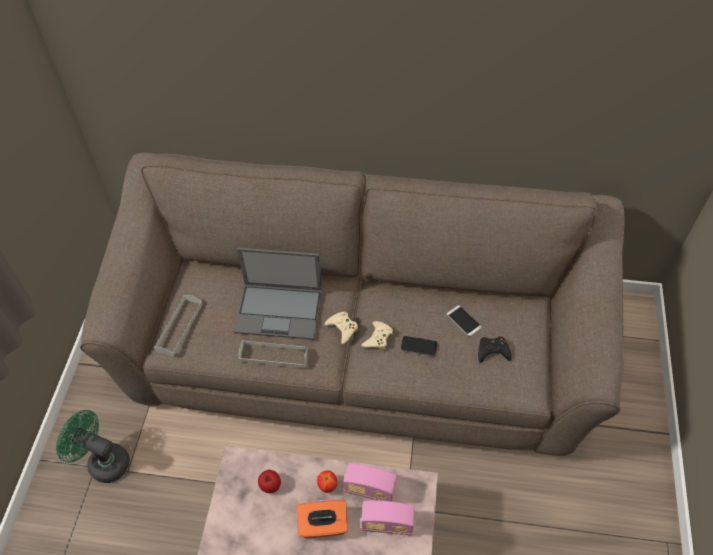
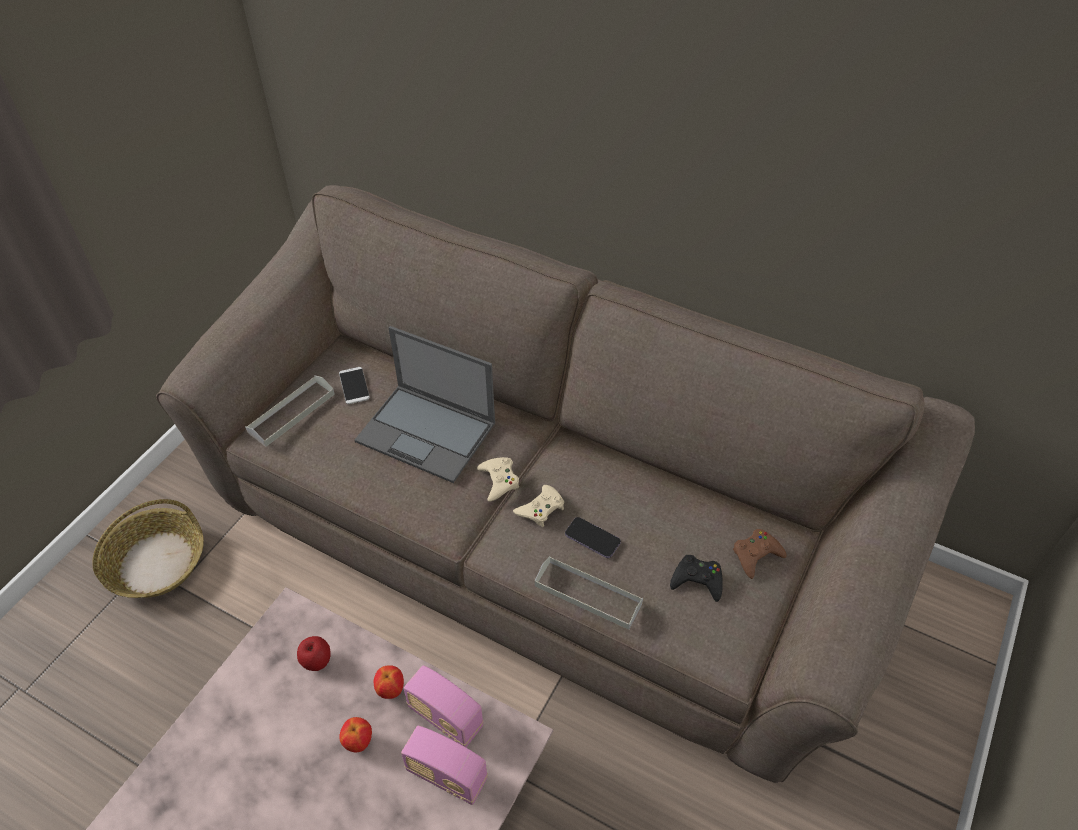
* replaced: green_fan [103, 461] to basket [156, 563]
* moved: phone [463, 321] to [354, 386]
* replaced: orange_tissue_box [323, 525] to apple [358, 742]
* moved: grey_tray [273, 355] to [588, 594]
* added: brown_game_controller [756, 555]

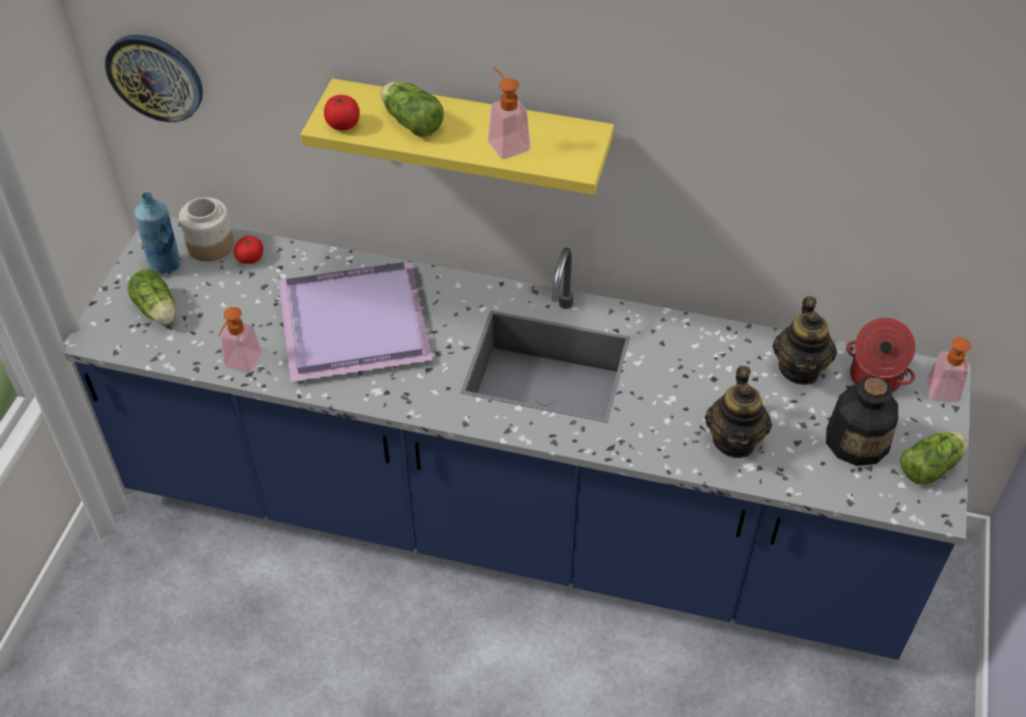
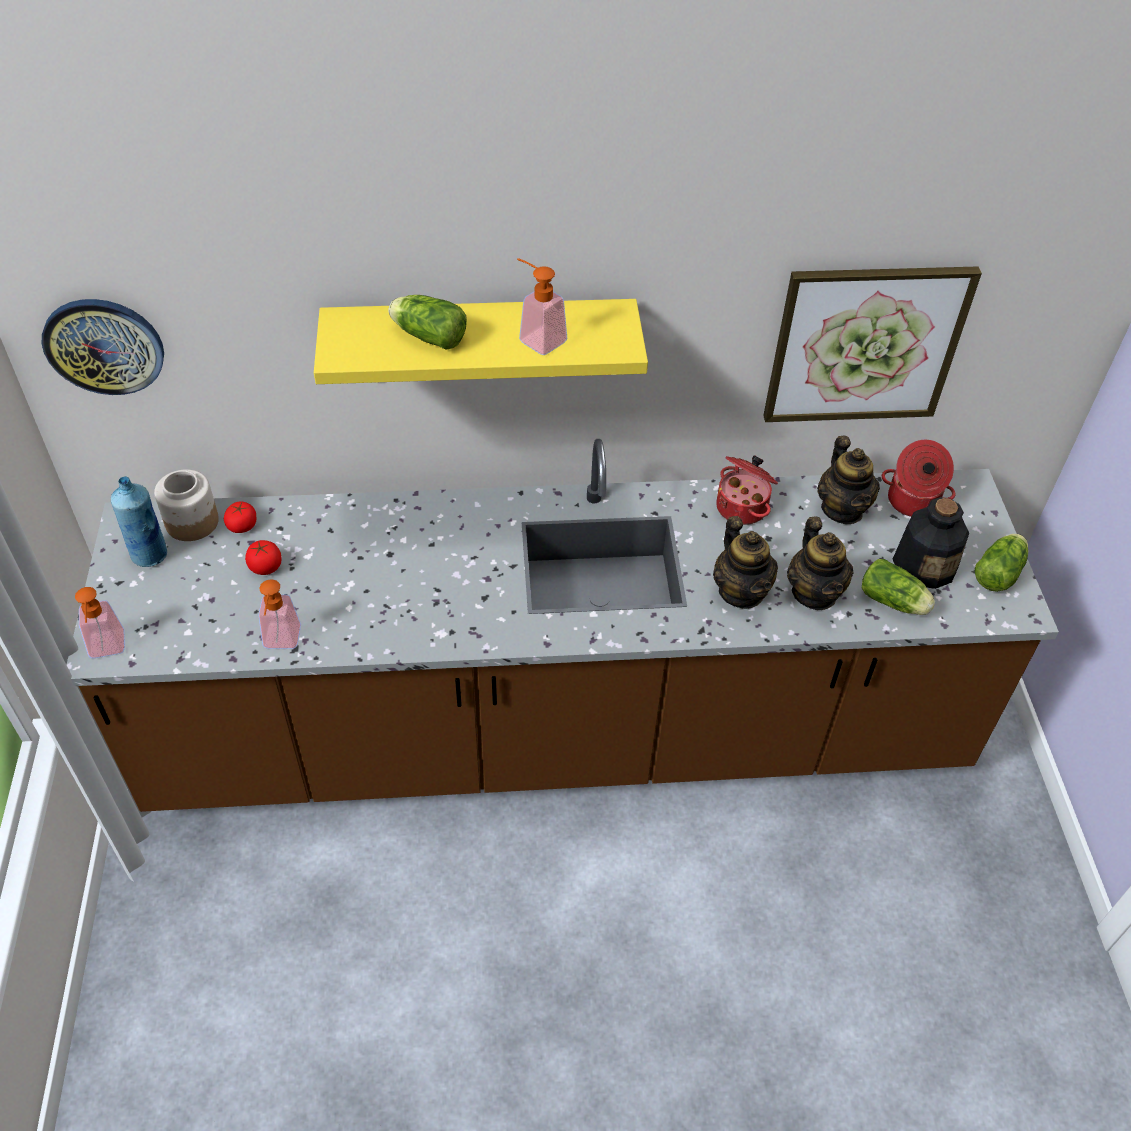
* recoloured: blue_counter [512, 520] to brown_counter [559, 733]
* moved: soap_dispenser [943, 396] to [107, 650]
* moved: tomato [343, 124] to [265, 567]
* added: teapot [741, 592]
* added: cooking_pot [743, 507]
* added: picture [865, 344]
* moved: lettuce [157, 311] to [894, 602]
* removed: purple_tray [351, 326]

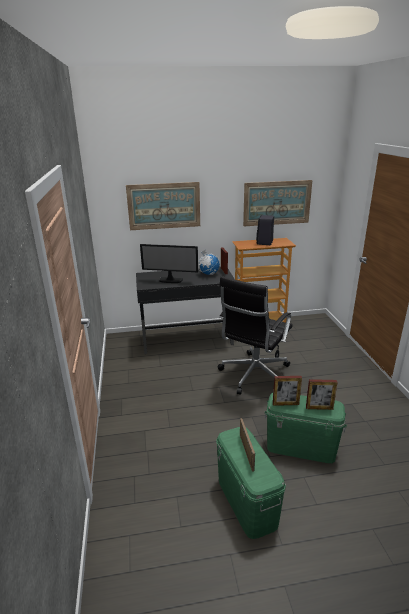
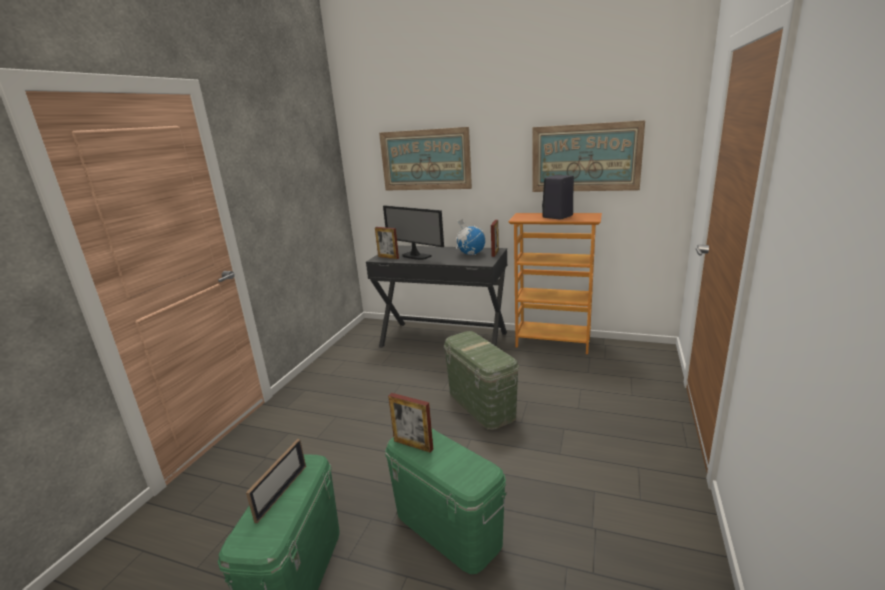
* moved: picture_frame [319, 408] to [388, 257]
* replaced: black_office_chair [254, 375] to green_storage_box [481, 405]

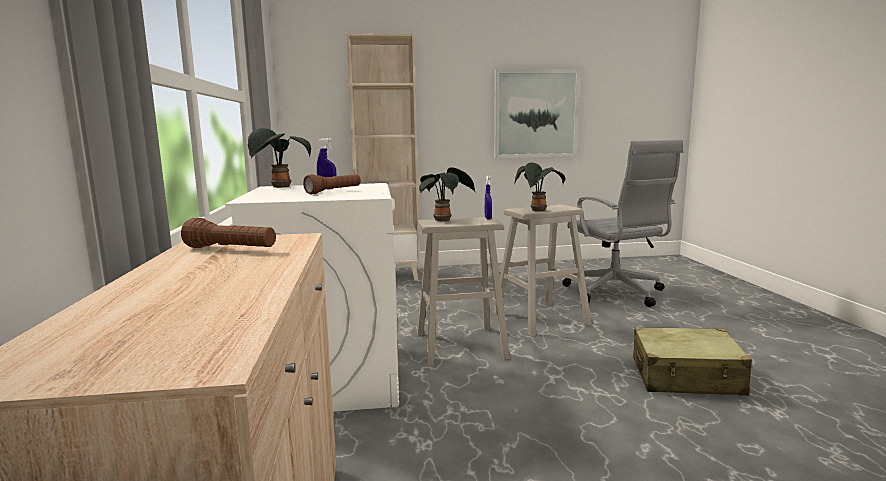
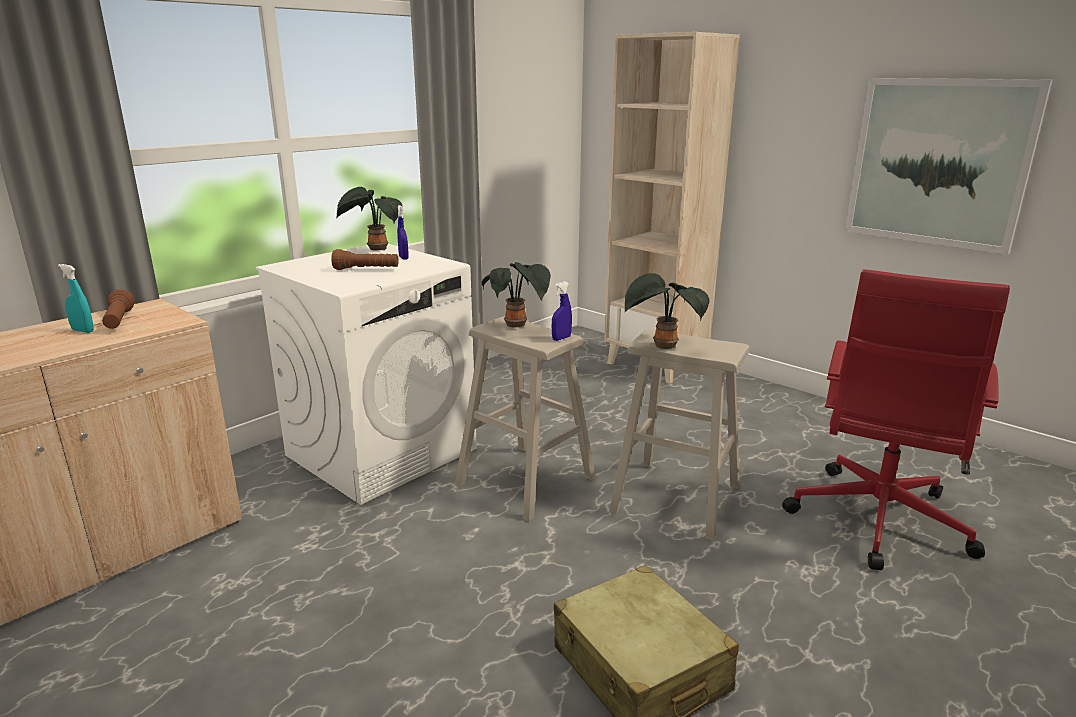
* added: turquoise_spray_bottle [82, 331]
* recoloured: grey_office_chair [616, 293] to red_office_chair [877, 522]

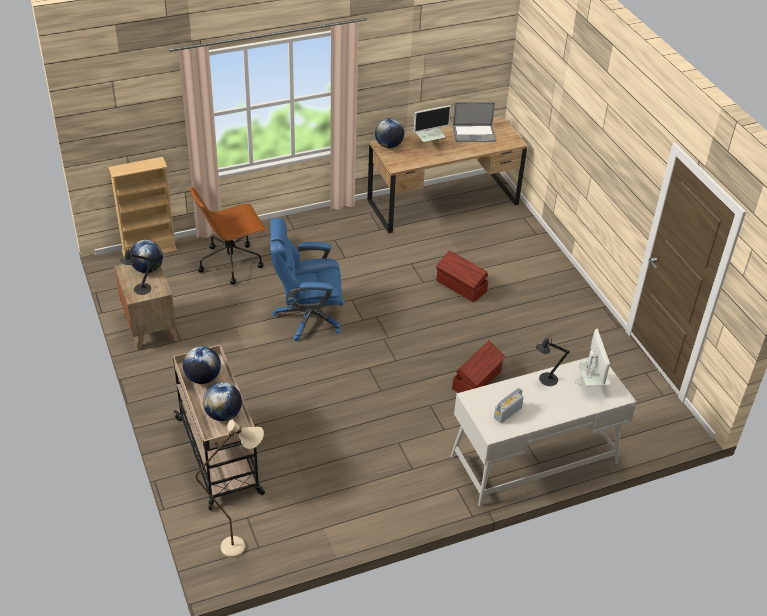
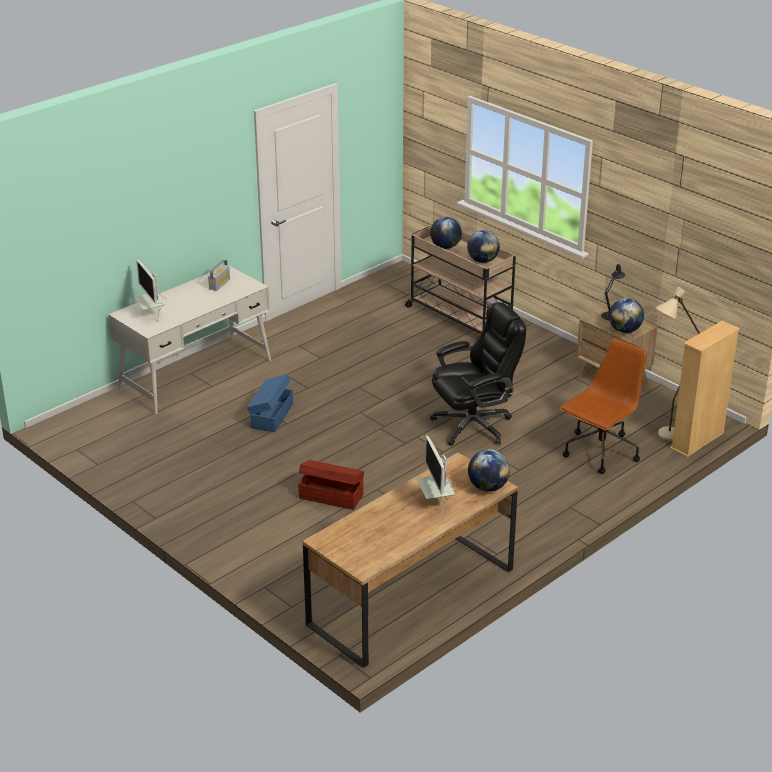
* recoloured: brown_storage_box [477, 380] to blue_storage_box [271, 416]
* turned: monitor [429, 145] = [436, 502] 60 degrees counterclockwise
* recoloured: blue_office_chair [308, 316] to black_office_chair [474, 425]
* moved: beige_floor_lamp [242, 546] to [663, 437]
* removed: laptop [474, 134]
* removed: black_table_lamp [545, 379]

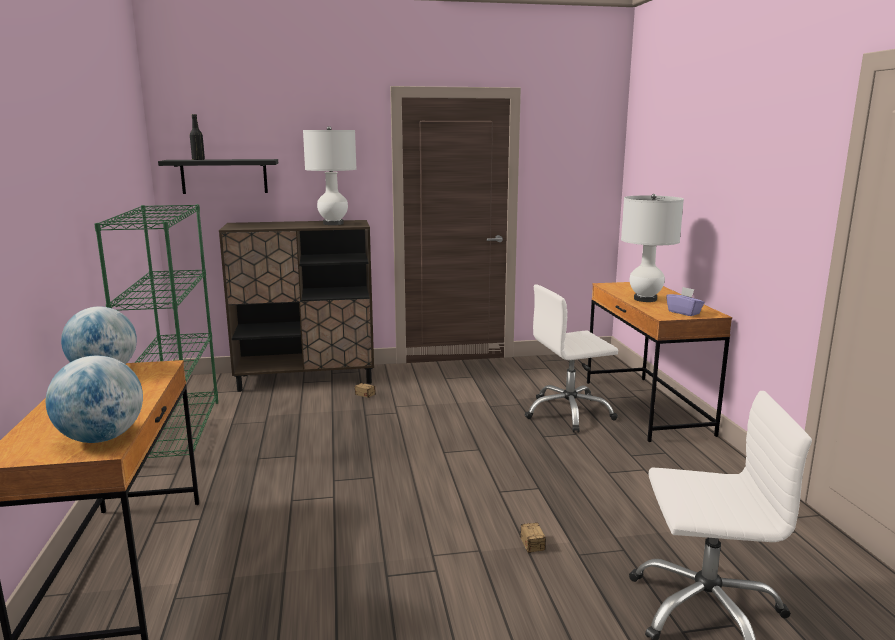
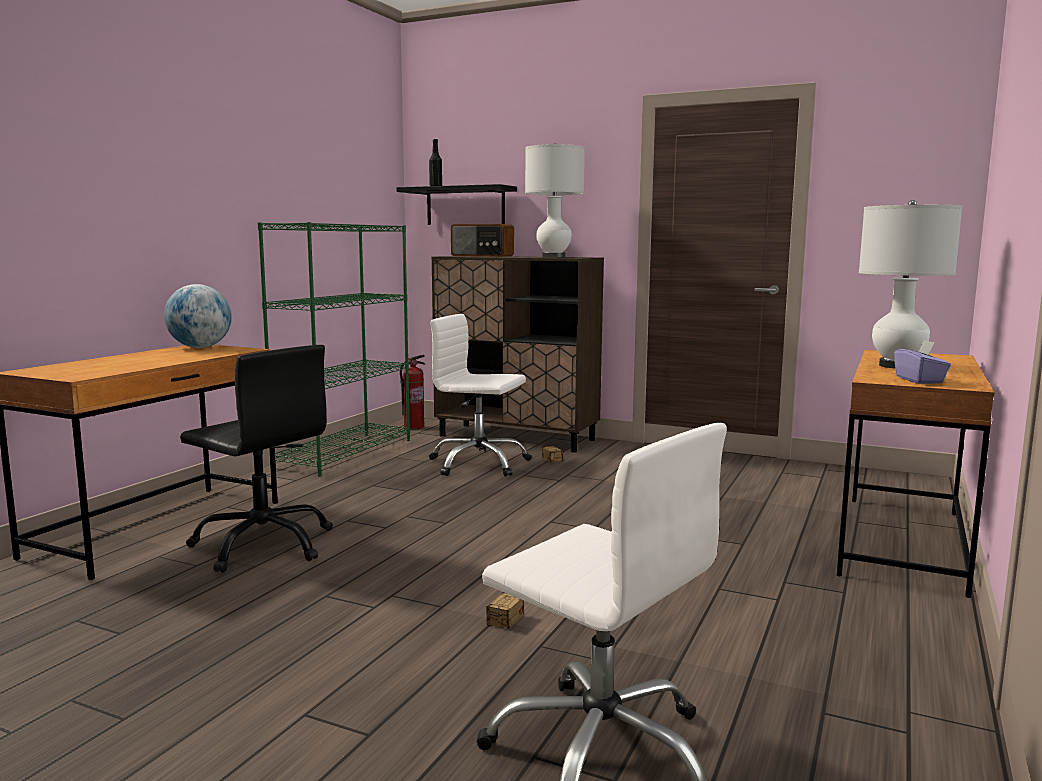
* added: black_office_chair [264, 544]
* added: fire_extinguisher [414, 427]
* moved: white_office_chair [569, 413] to [478, 464]
* added: radio [482, 256]
* removed: globe [101, 438]

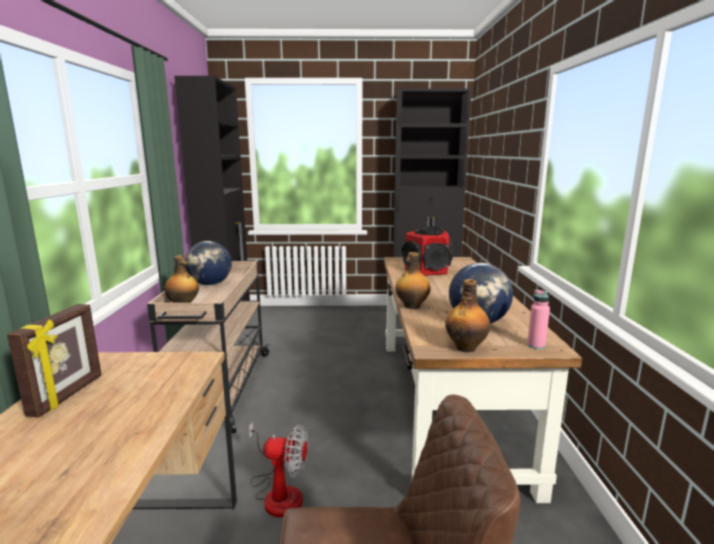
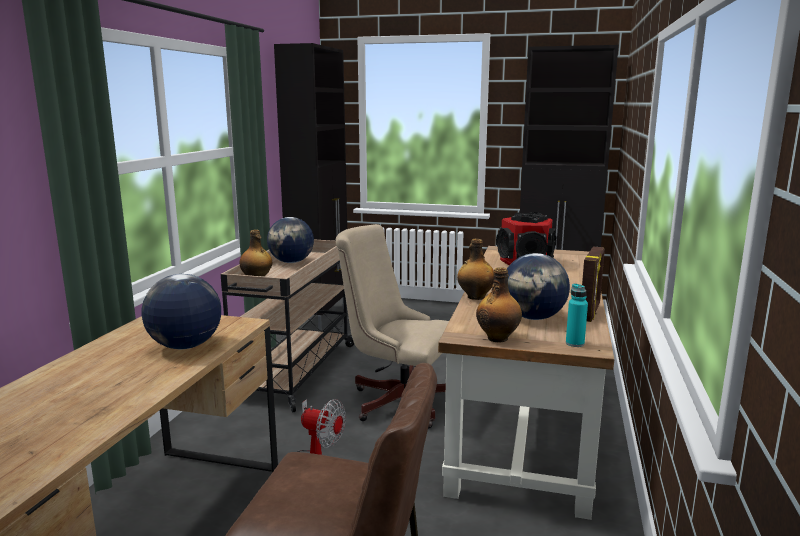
* added: globe [185, 346]
* added: beige_office_chair [397, 400]
* recoloured: pink_bottle [536, 345] to turquoise_bottle [575, 343]
* moved: picture_frame [68, 395] to [590, 313]

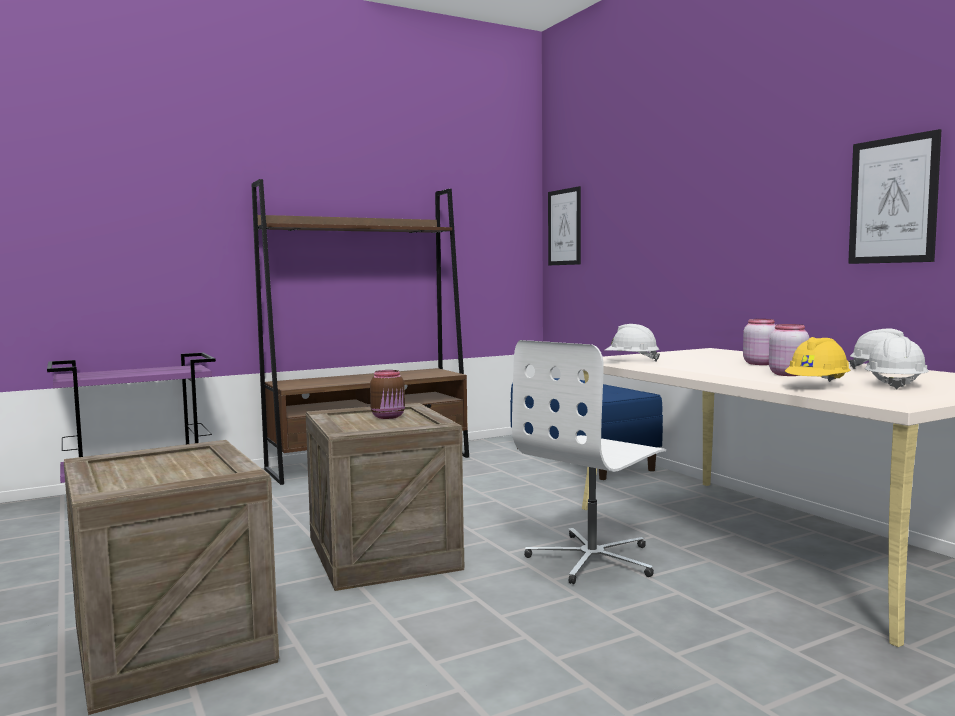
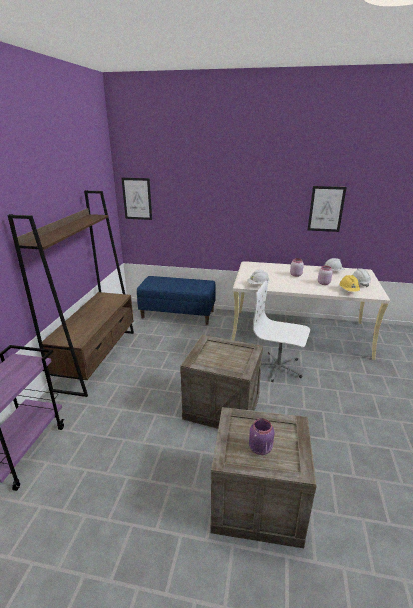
* added: purple_jar [261, 448]
* turned: white_office_chair [593, 559] = [278, 368] 120 degrees clockwise
* removed: brown_jar [389, 417]

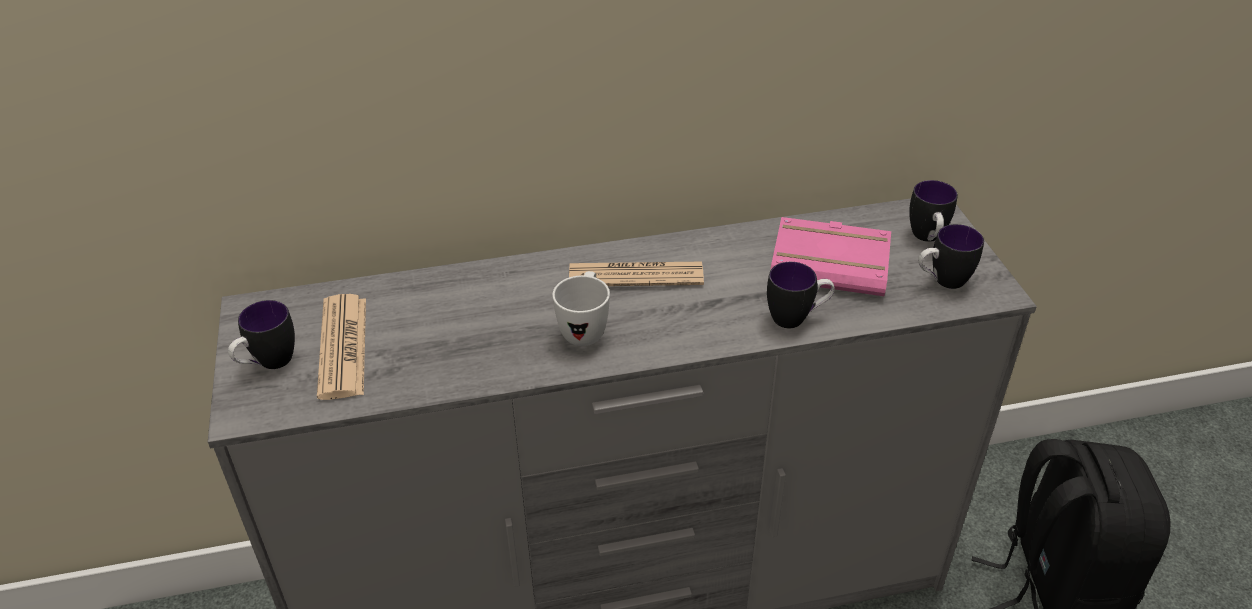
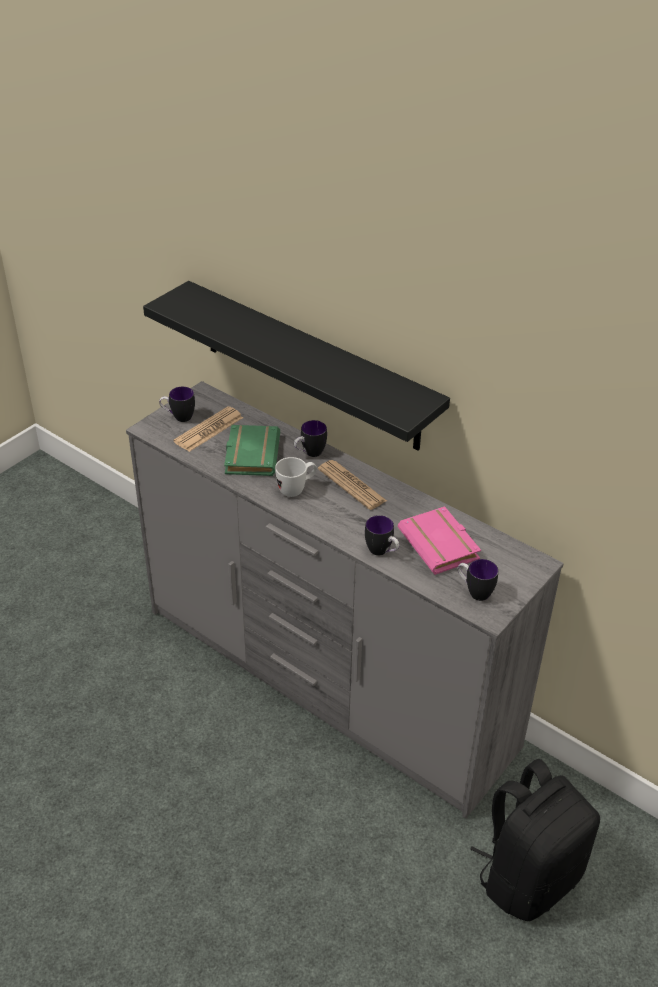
* added: black_shelf [310, 366]
* added: green_book [250, 454]
* moved: mug [927, 239] to [309, 454]

